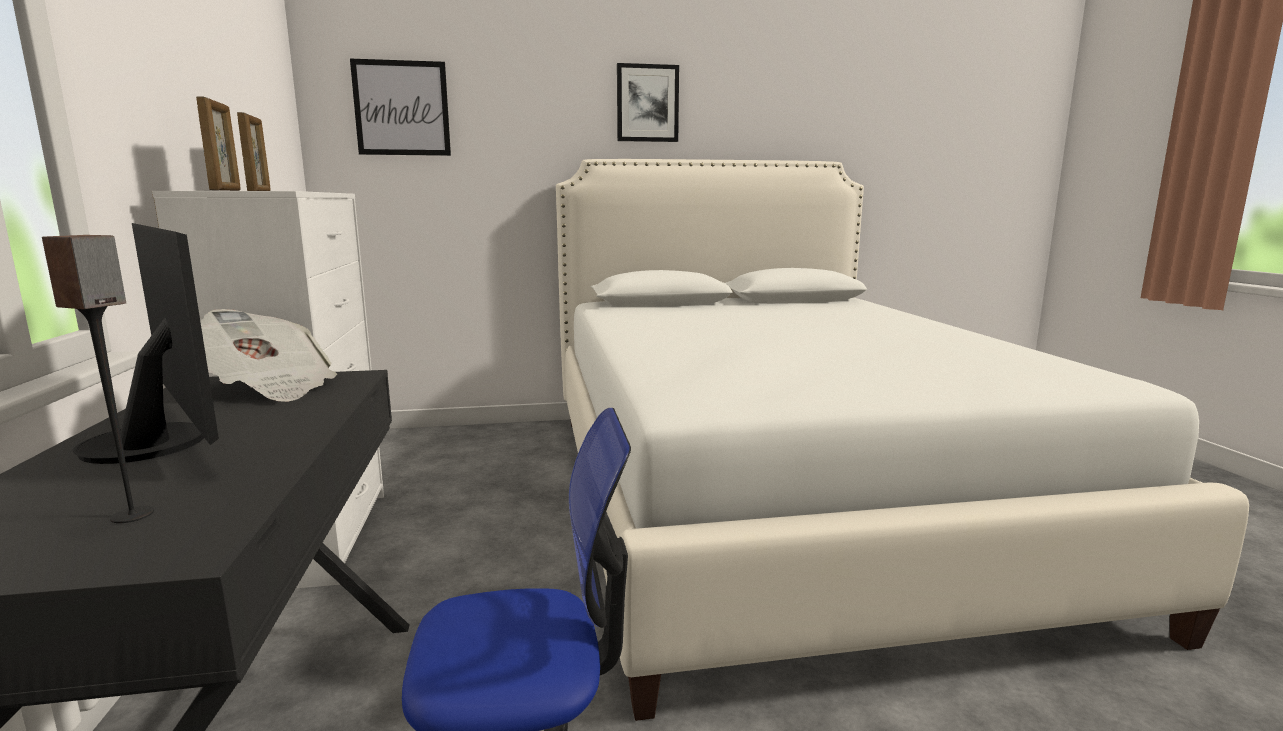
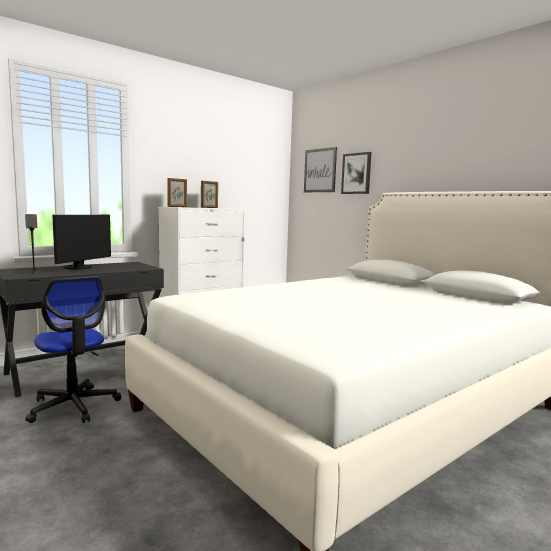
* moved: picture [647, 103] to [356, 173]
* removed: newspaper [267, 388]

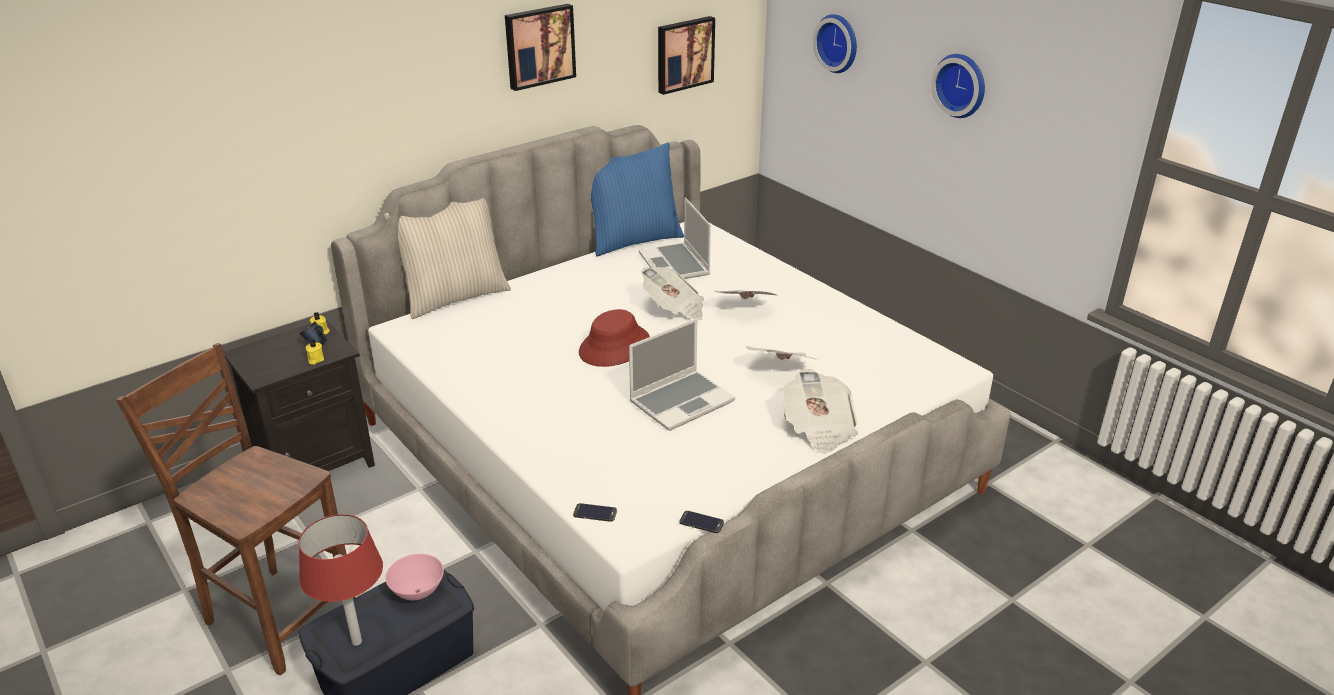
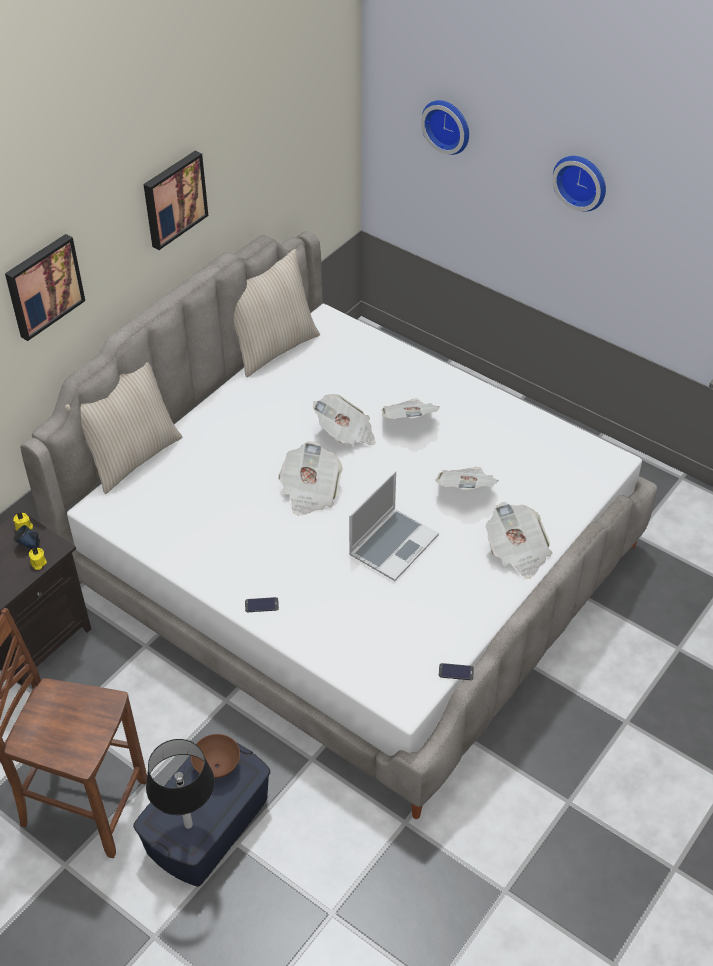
* moved: picture [684, 54] to [43, 285]
* recoloured: red_table_lamp [356, 642] to black_table_lamp [188, 825]
* recoloured: pink_bowl [418, 592] to brown_bowl [217, 766]
* recoloured: blue_pillow [633, 240] to beige_pillow [273, 348]
* moved: phone [595, 513] to [261, 605]
* replaced: red_hat [615, 347] to newspaper [310, 492]
* removed: laptop [675, 265]

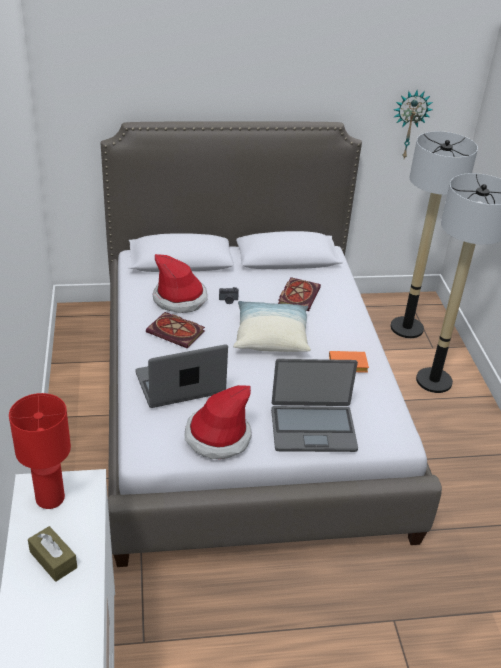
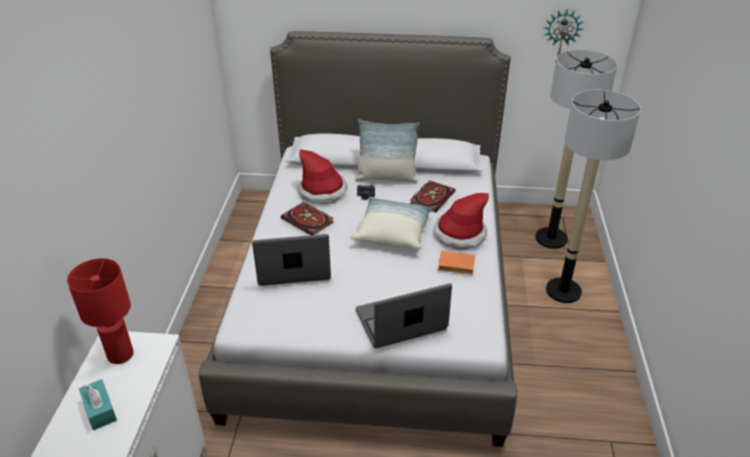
* recoloured: brown_tissue_box [53, 560] to turquoise_tissue_box [100, 410]
* added: pillow [386, 178]
* turned: laptop [313, 428] = [401, 321] 150 degrees clockwise
* moved: hat [217, 437] to [459, 234]

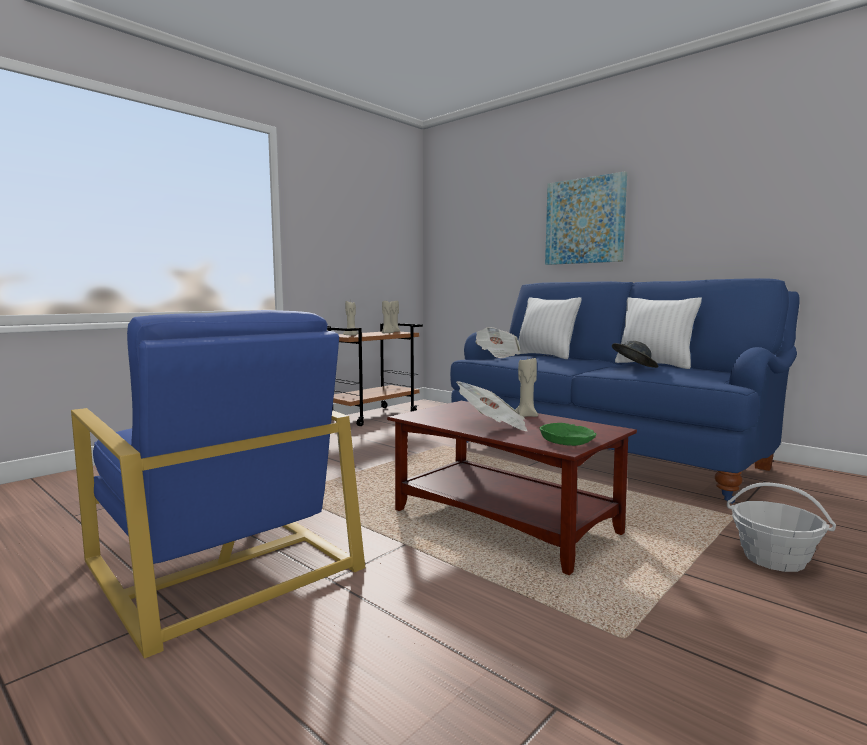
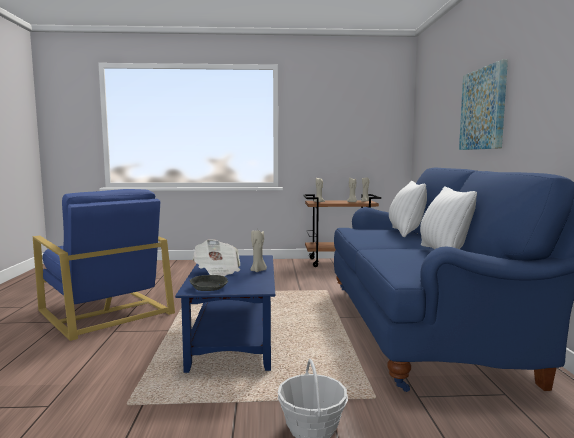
* turned: blue_armchair [221, 563] = [105, 311] 45 degrees counterclockwise
* recoloured: brown_coffee_table [506, 522] to blue_coffee_table [234, 339]
* recoloured: green_bowl [567, 441] to grey_bowl [209, 287]
* removed: newspaper [497, 355]
* removed: grey_hat [633, 368]

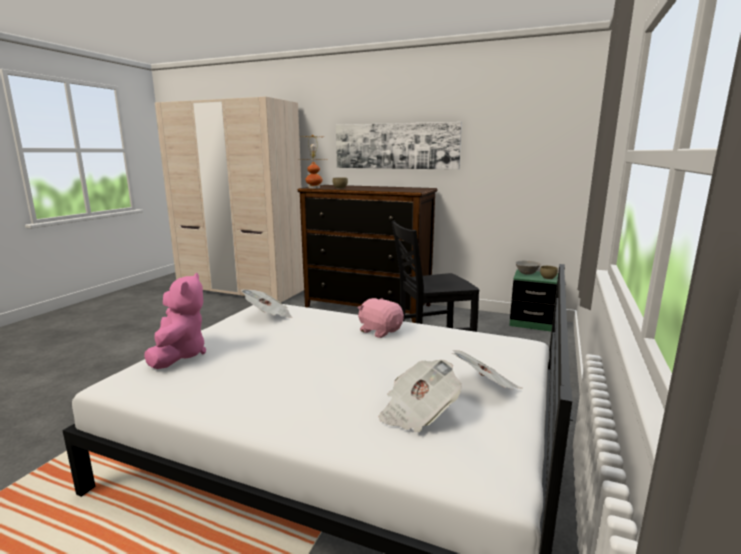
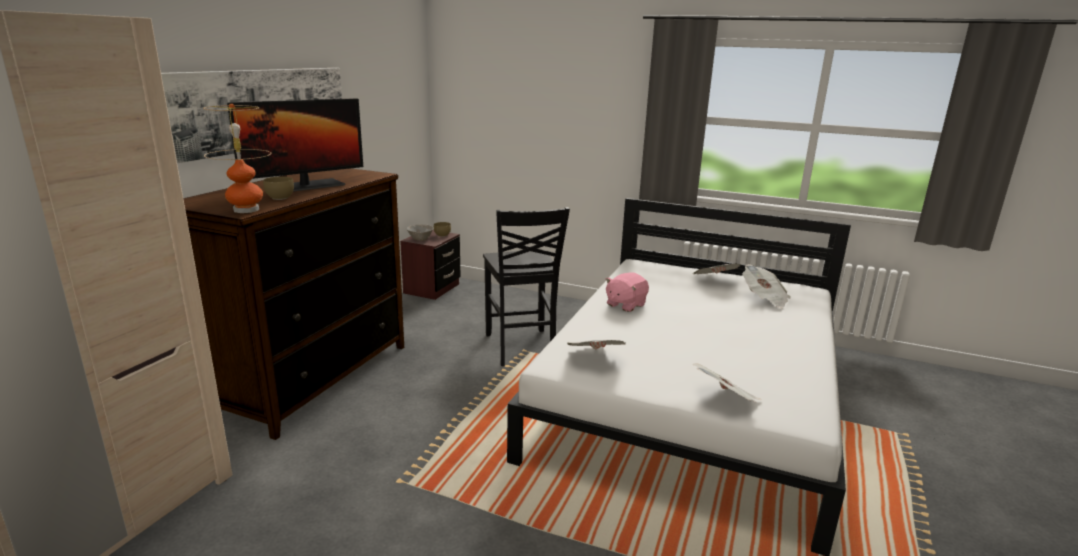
* added: monitor [305, 186]
* recoloured: green_nightstand [532, 323] to brown_nightstand [432, 289]
* replaced: pink_plush_toy [179, 355] to newspaper [725, 400]

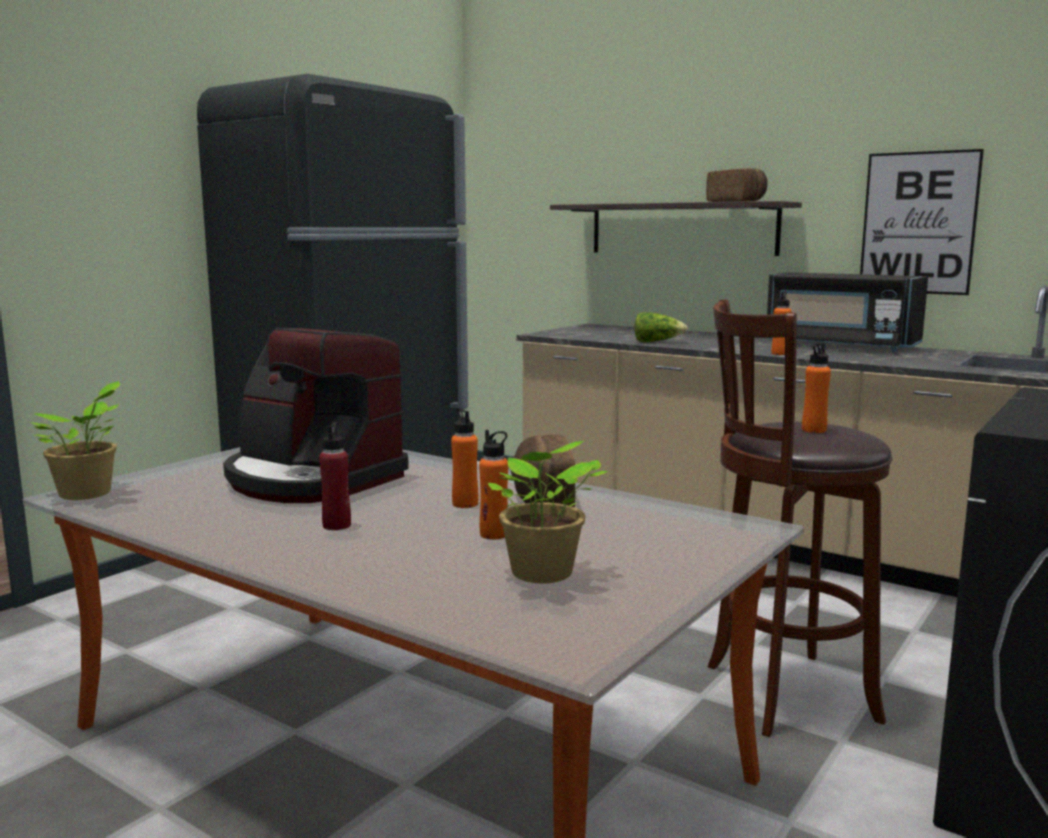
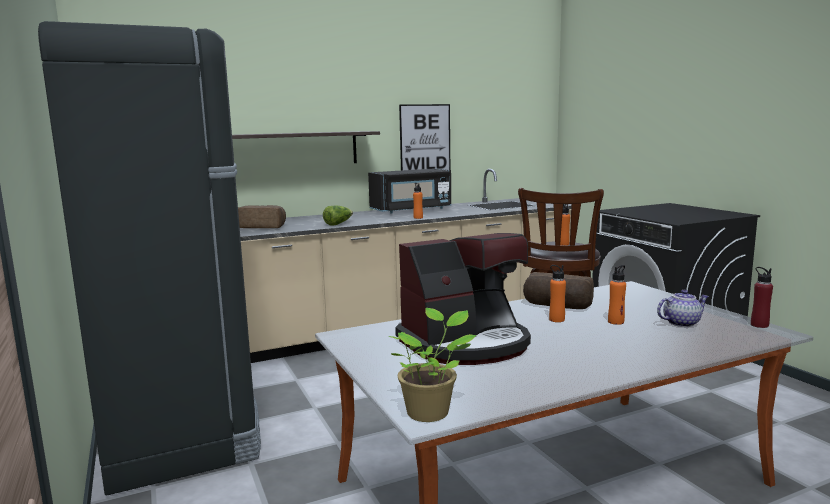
* moved: bread [738, 202] to [262, 227]
* replaced: potted_plant [542, 575] to teapot [681, 323]
* moved: red_bottle [337, 525] to [759, 325]

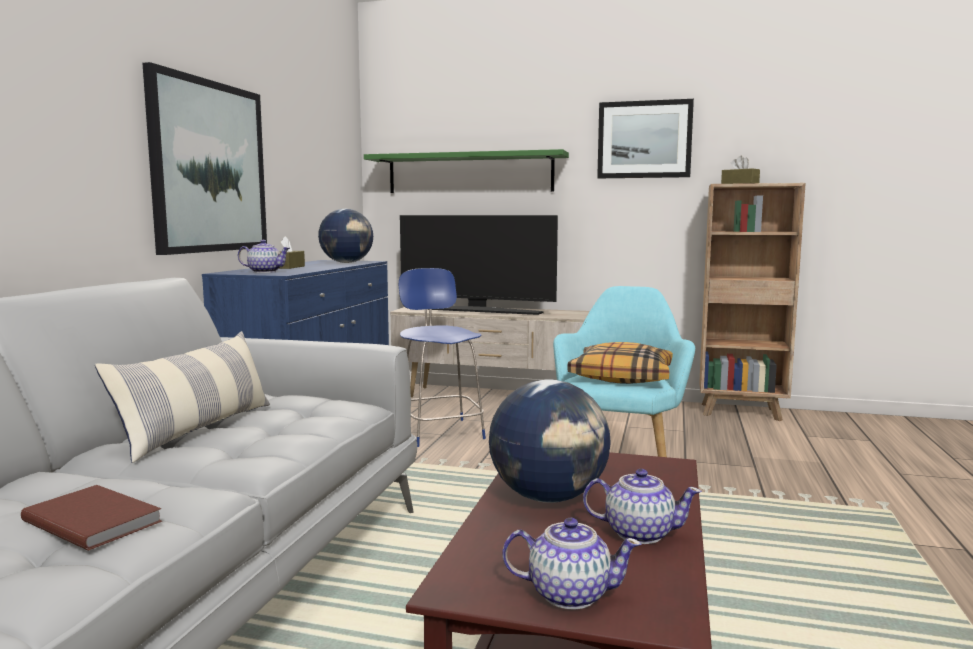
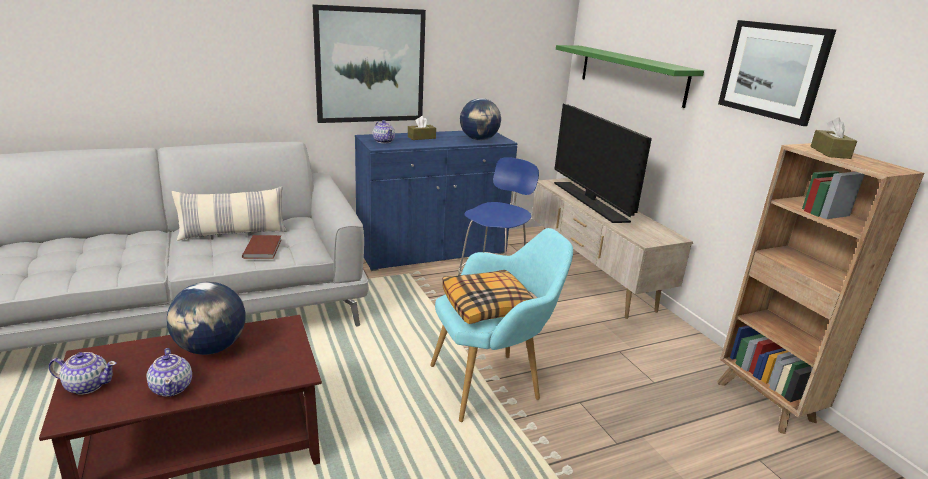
* turned: teapot [568, 594] = [87, 385] 60 degrees counterclockwise
* moved: brown_book [94, 520] to [264, 248]

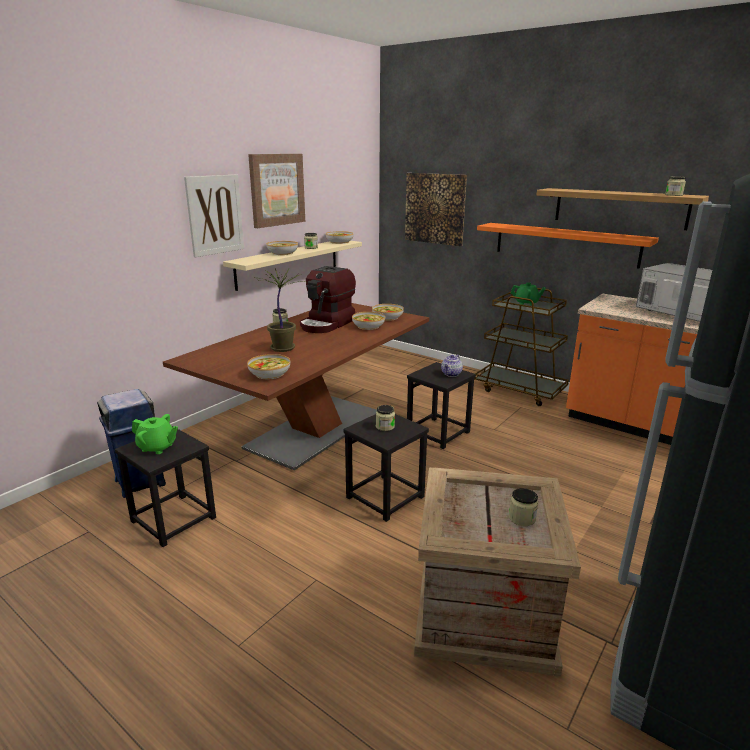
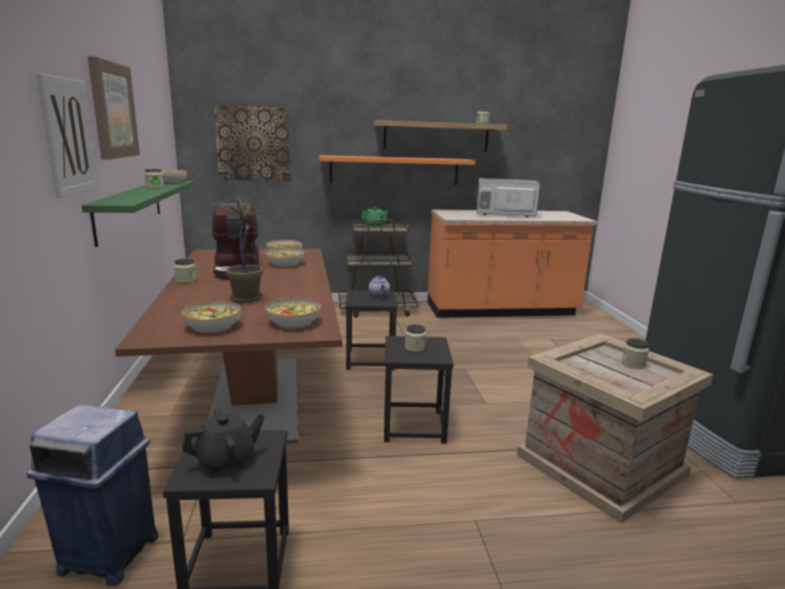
* recoloured: beige_shelf [288, 263] to green_shelf [130, 209]
* moved: bowl [283, 253] to [213, 326]
* recoloured: green_teapot [157, 447] to black_teapot [226, 460]

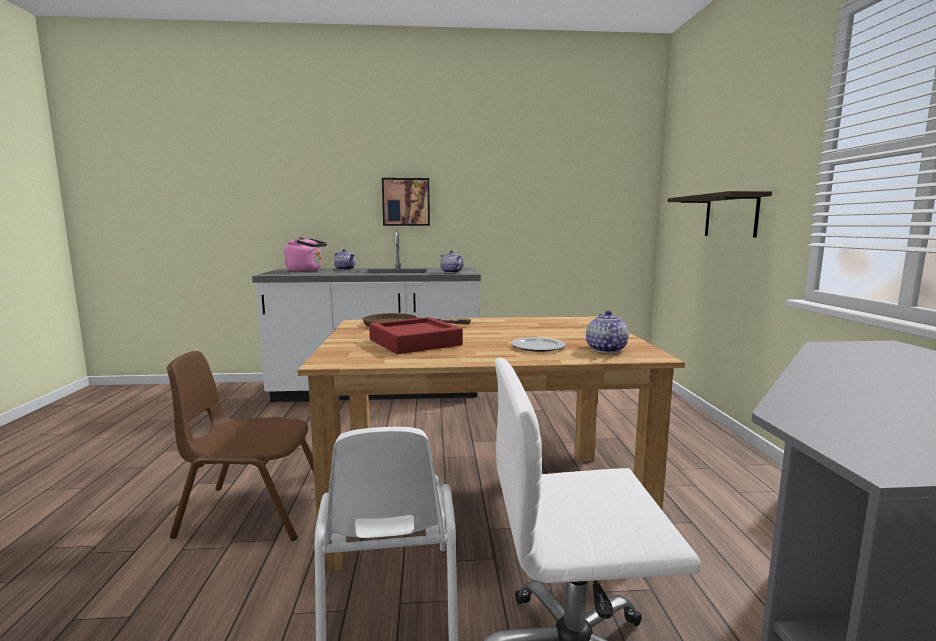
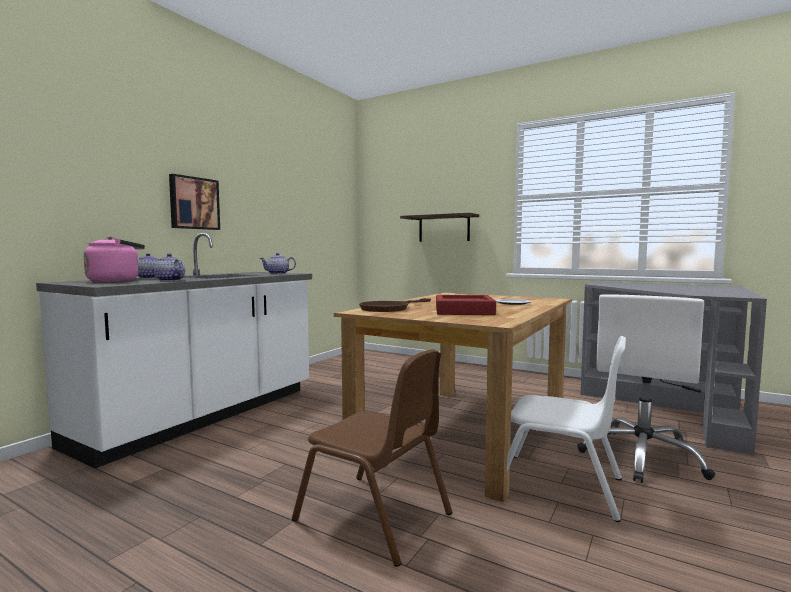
* moved: teapot [605, 349] to [170, 280]
* turned: brown_chair [253, 511] = [374, 517] 90 degrees counterclockwise

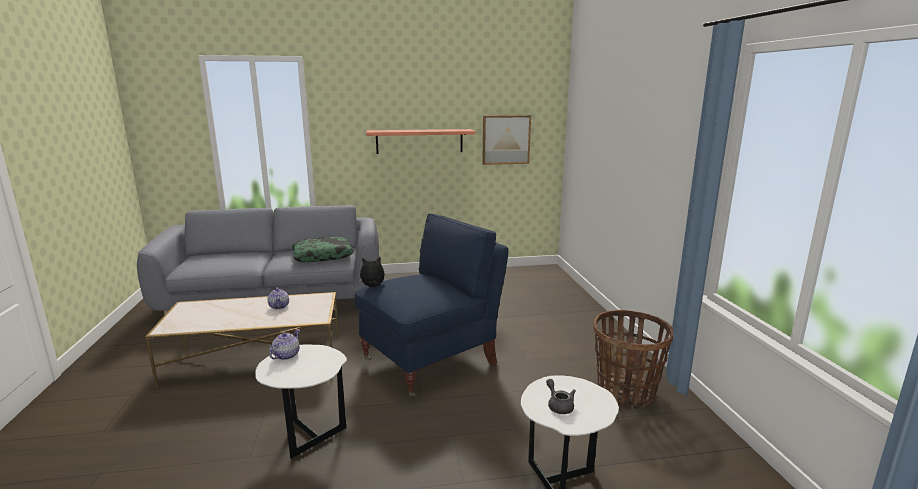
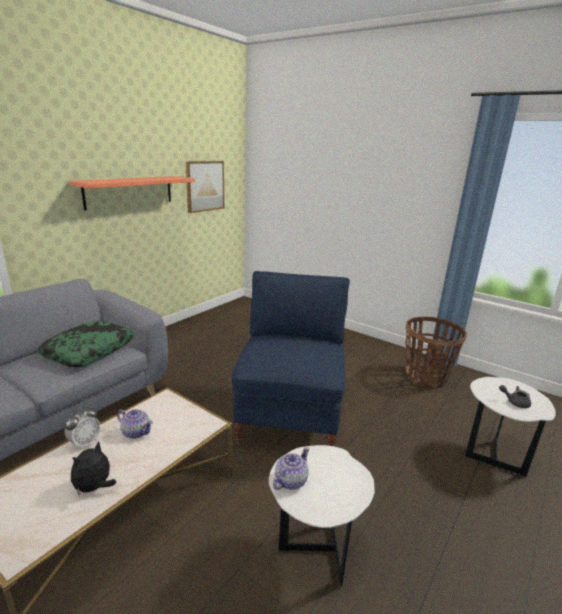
* added: alarm_clock [85, 443]
* moved: plush_toy [373, 286] to [94, 487]
* turned: teapot [286, 355] = [290, 481] 60 degrees clockwise

